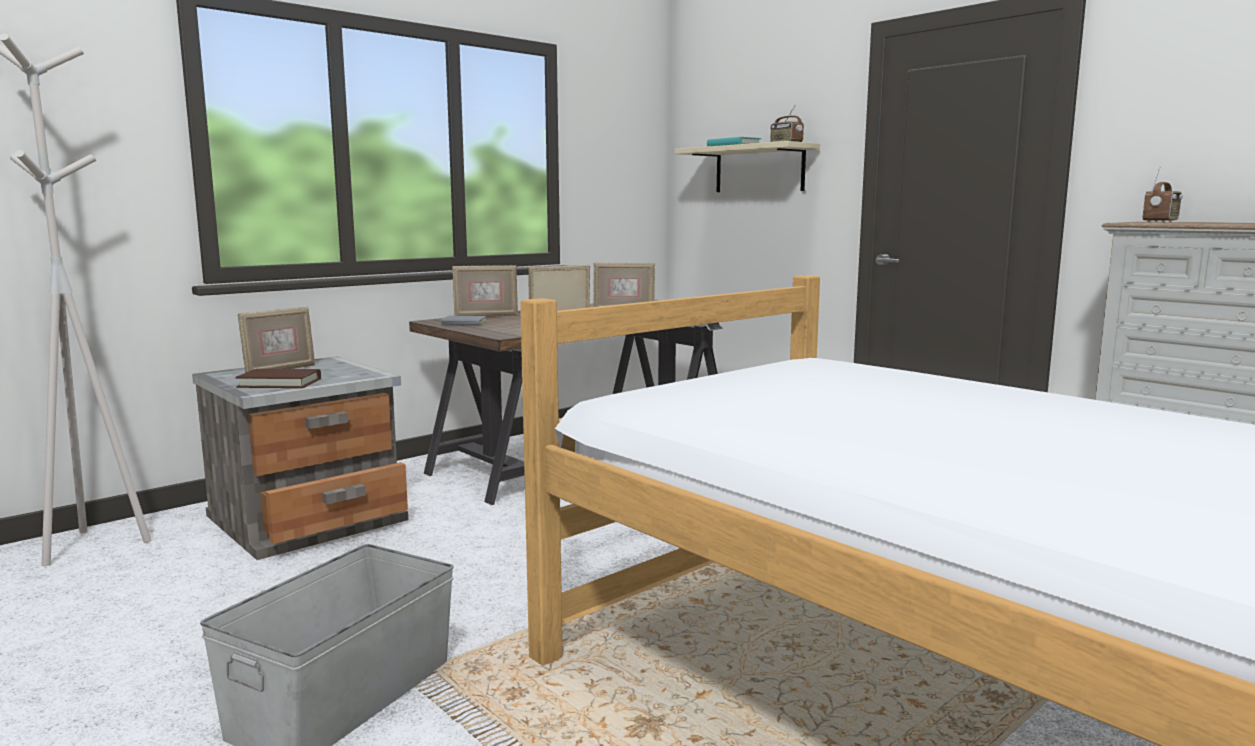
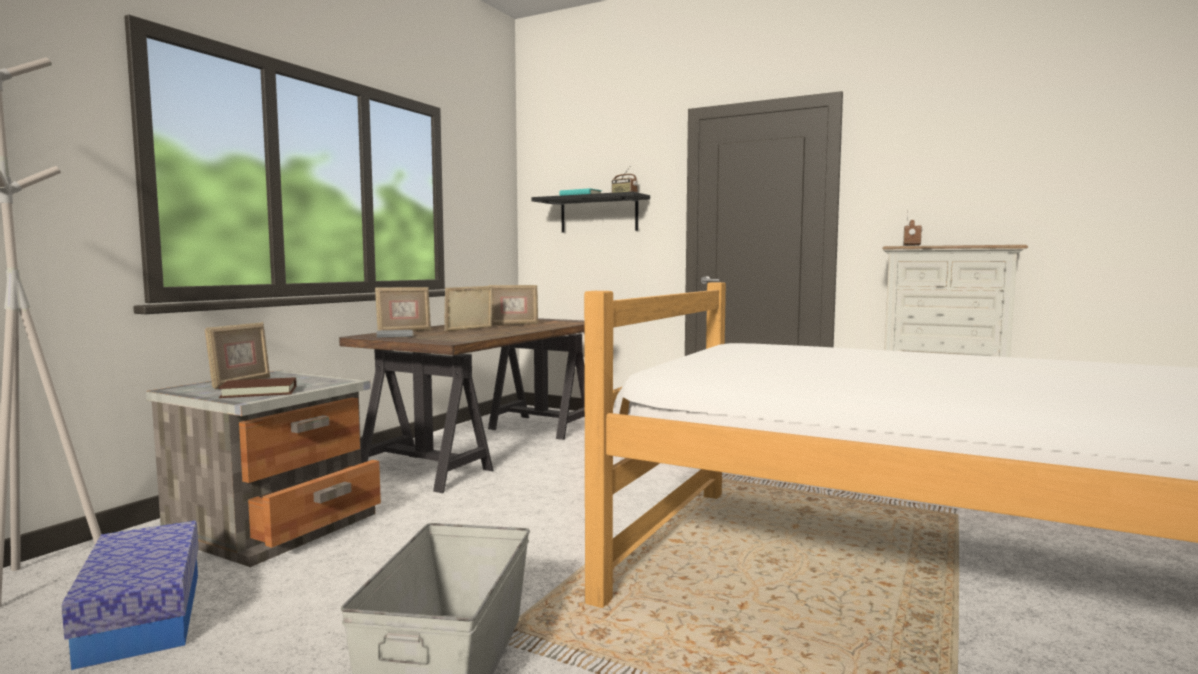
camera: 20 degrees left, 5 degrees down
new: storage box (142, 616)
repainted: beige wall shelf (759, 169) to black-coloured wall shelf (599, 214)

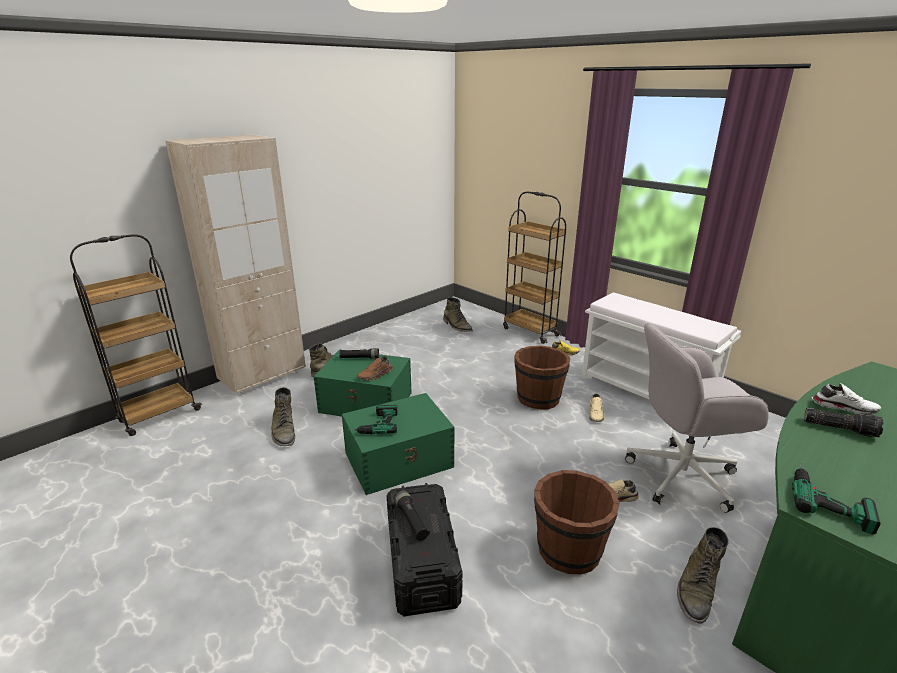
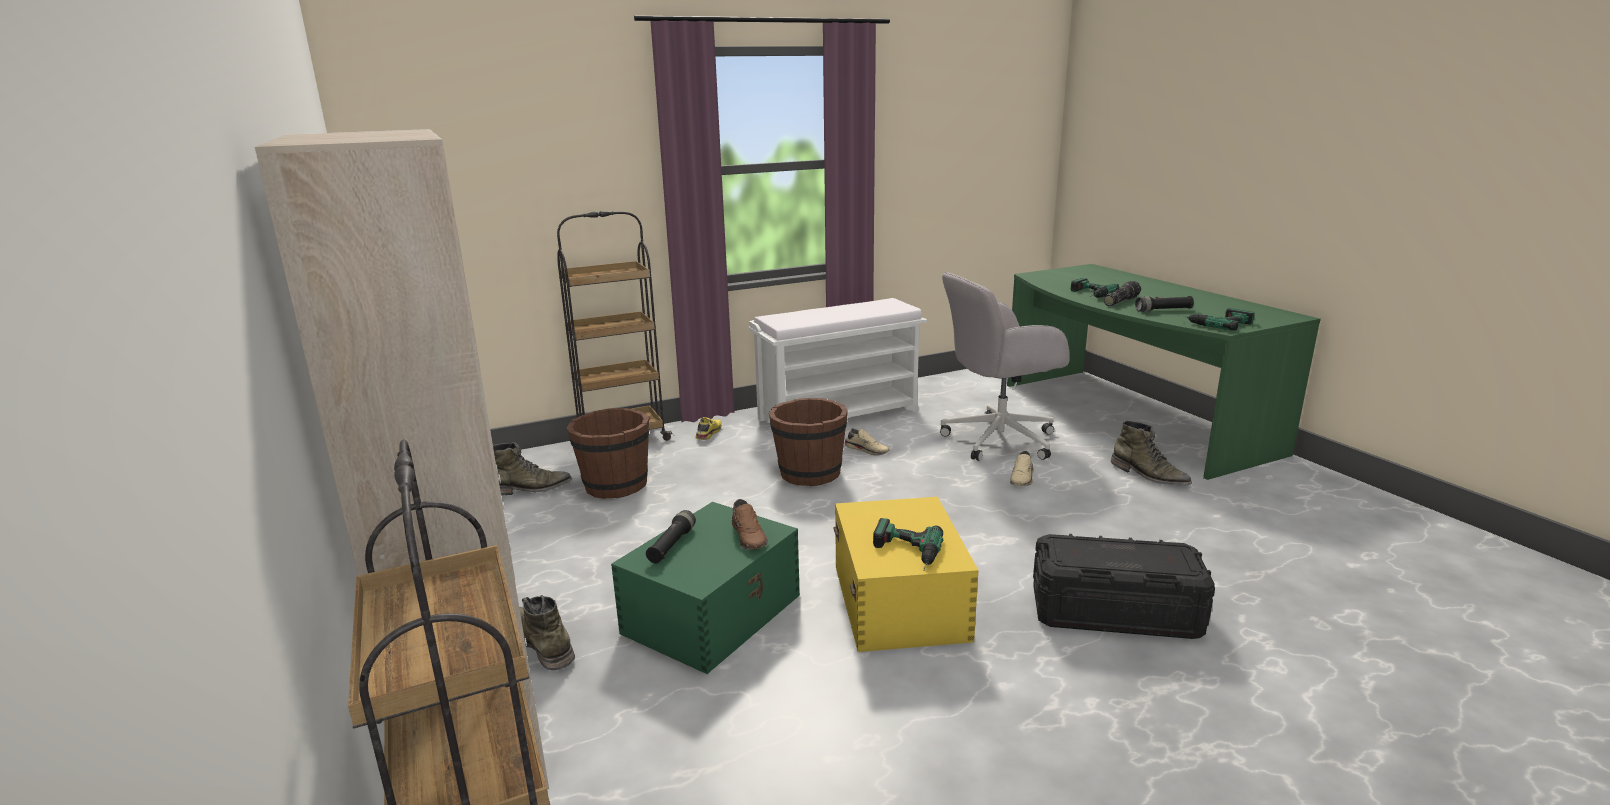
camera: 70 degrees left, 5 degrees down
gone: greenish boot (284, 431)
shifted: brown bucket (569, 549) to (615, 485); black-coloured hand torch (411, 520) to (1163, 310)
swapped: whitish item of footwear (843, 407) to drill (1088, 294)
repainted: greenish storage box (400, 460) to yellow storage box (900, 601)
rotated: grey desk chair (680, 476) = (998, 440) 60 degrees clockwise

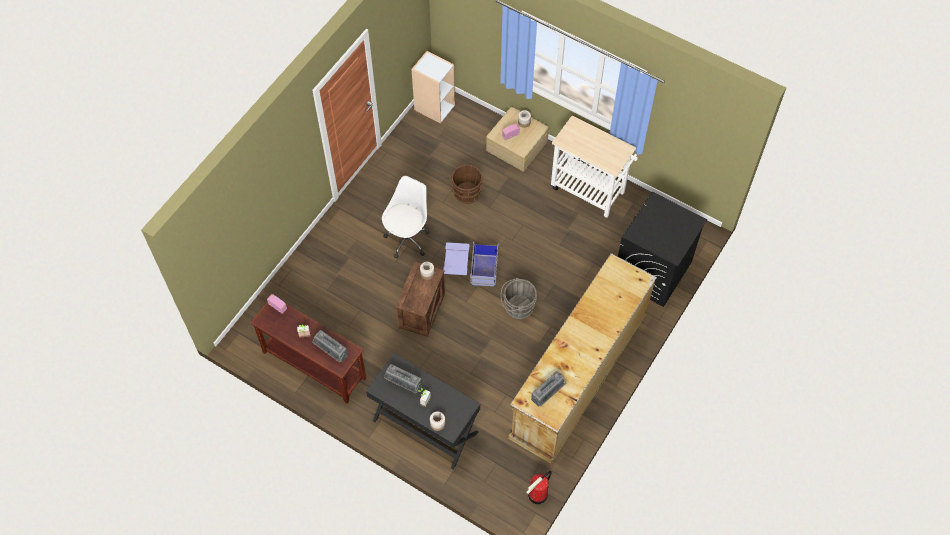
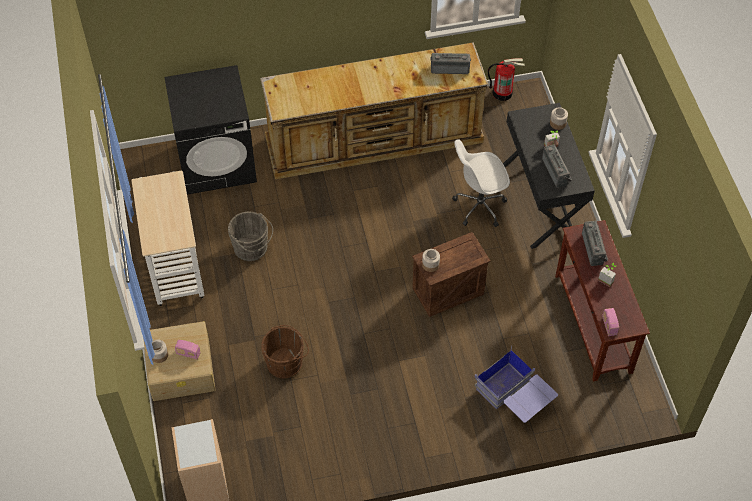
camera: 135 degrees left, 5 degrees down
shifted: grey bucket (517, 307) to (252, 249); whitish desk chair (407, 239) to (478, 207); blue storage box (470, 270) to (514, 398)

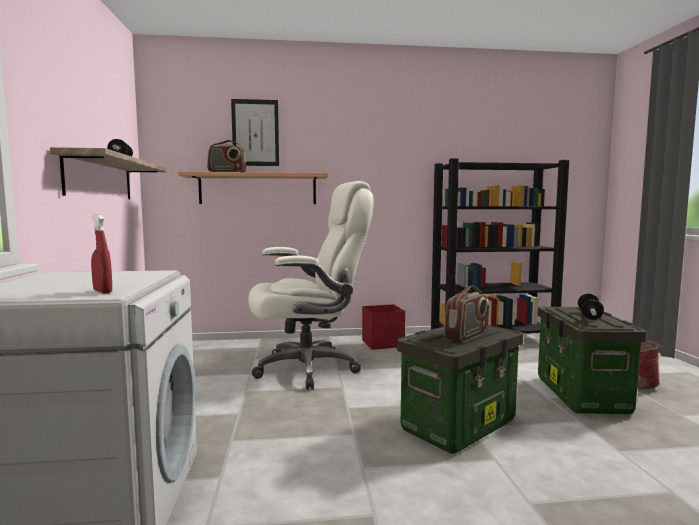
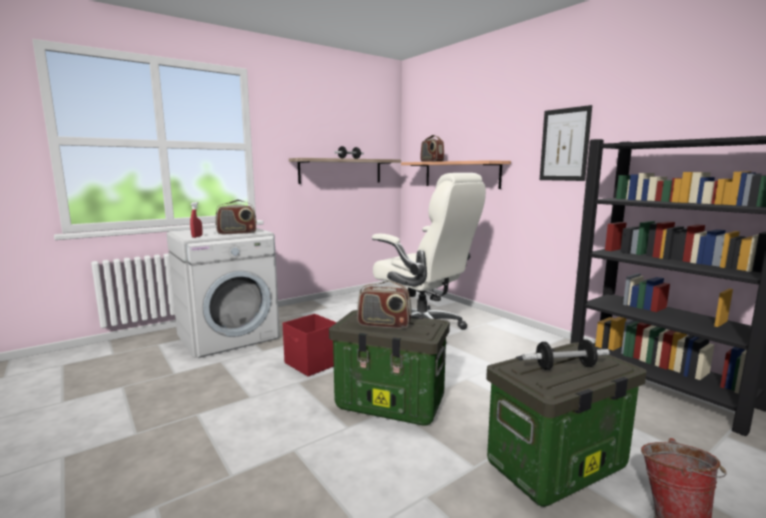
camera: 60 degrees right, 5 degrees up
new: radio set (237, 233)
shifted: red-coloured storage box (383, 343) to (312, 364); wall picture (255, 133) to (564, 144)

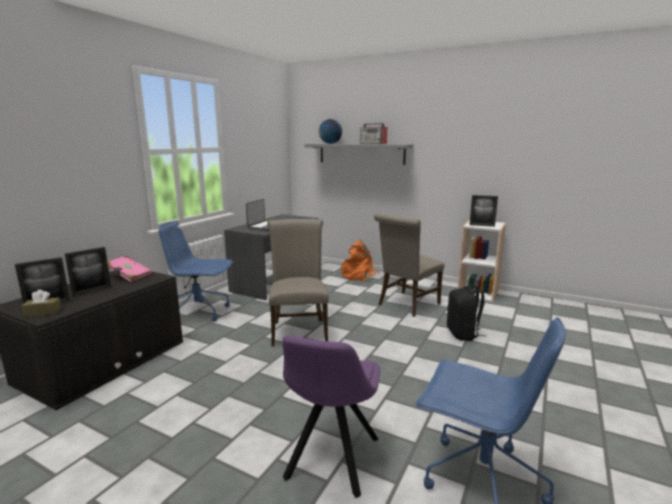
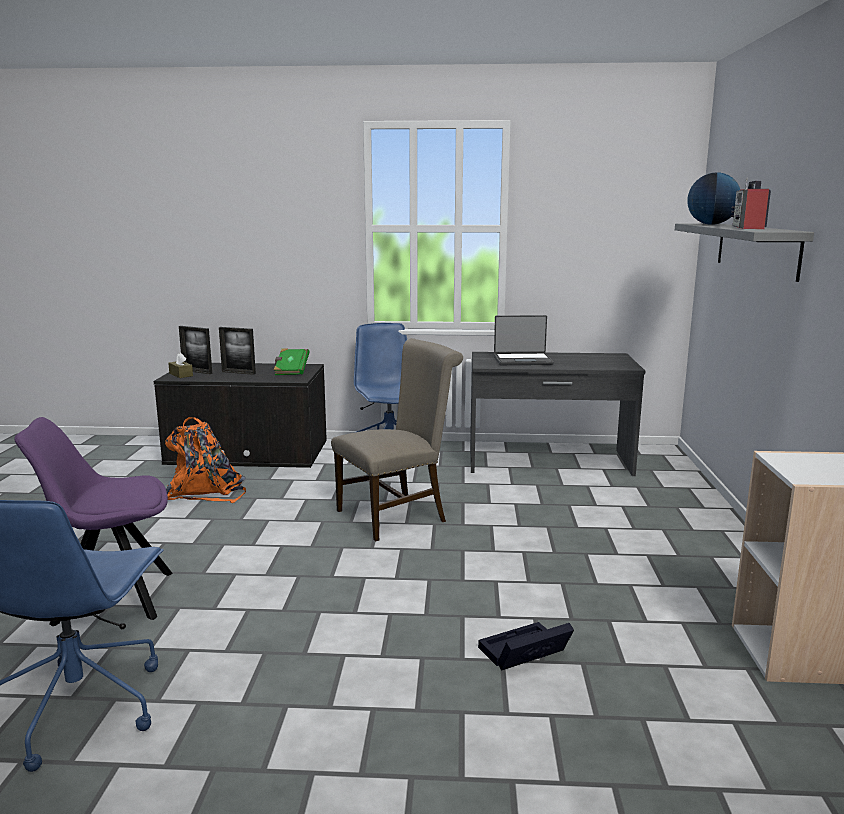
camera: 65 degrees right, 0 degrees up
gone: beige plain chair (406, 305); picture frame (482, 225)
shifted: orange-coloured backpack (359, 275) to (206, 492)
swapped: black-coloured backpack (463, 334) to black-coloured storage box (523, 653)
repainted: pink volume (128, 276) to greenish volume (291, 371)

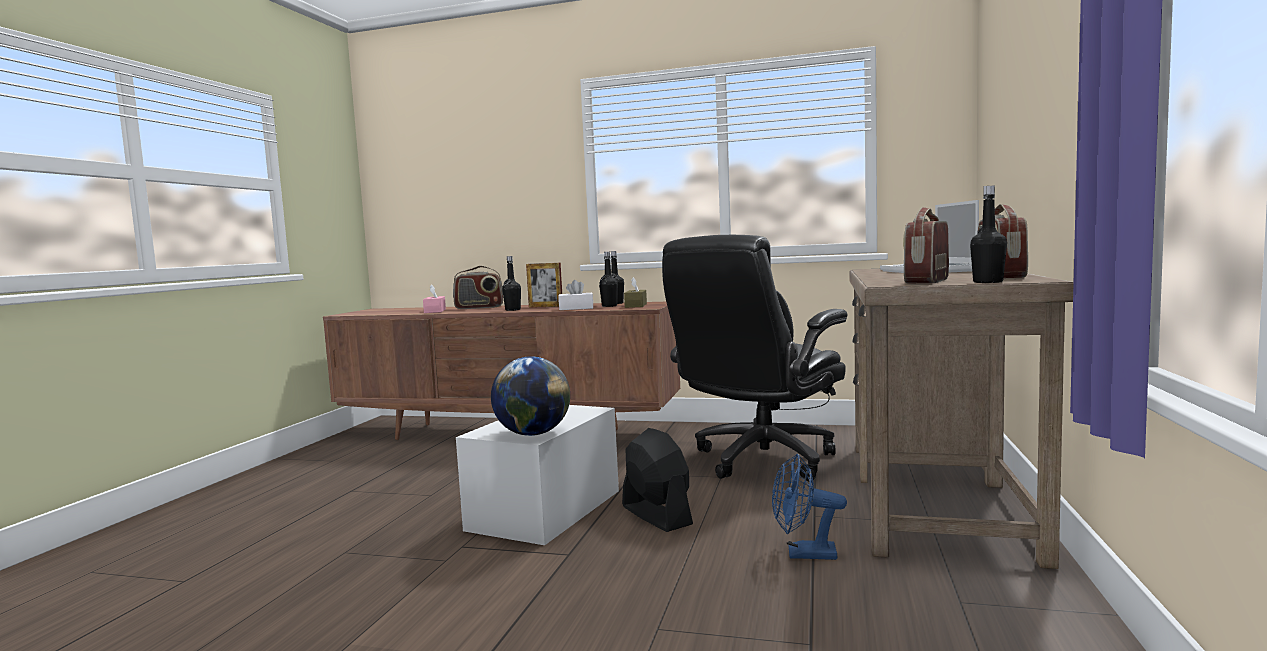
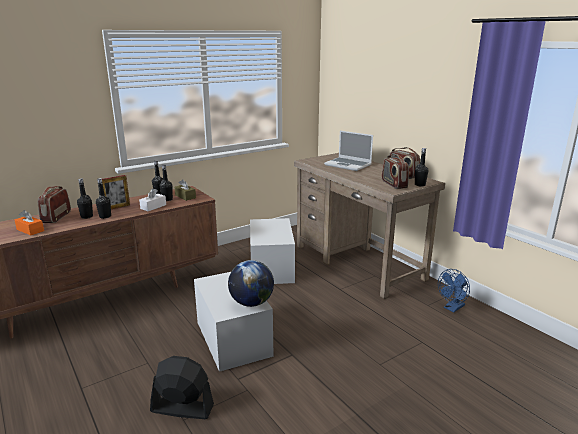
camera: 50 degrees left, 15 degrees up
new: black-coloured drink bottle (87, 216)
shifted: black-coloured electric fan (656, 515) to (182, 408); blue electric fan (803, 554) to (452, 308)
swapped: black-coloured desk chair (758, 461) to whitish storage box (271, 268)
repainted: pink box of tissues (435, 311) to orange-coloured box of tissues (30, 230)
rotated: radio set (479, 307) = (56, 217) 150 degrees clockwise

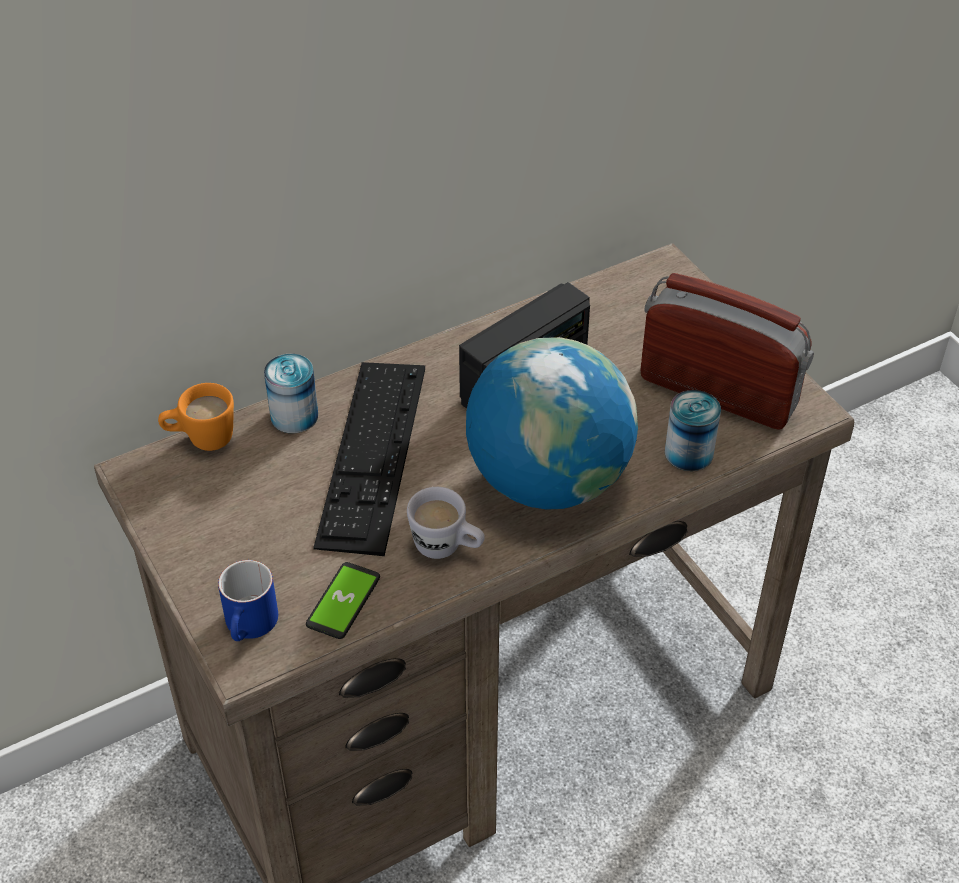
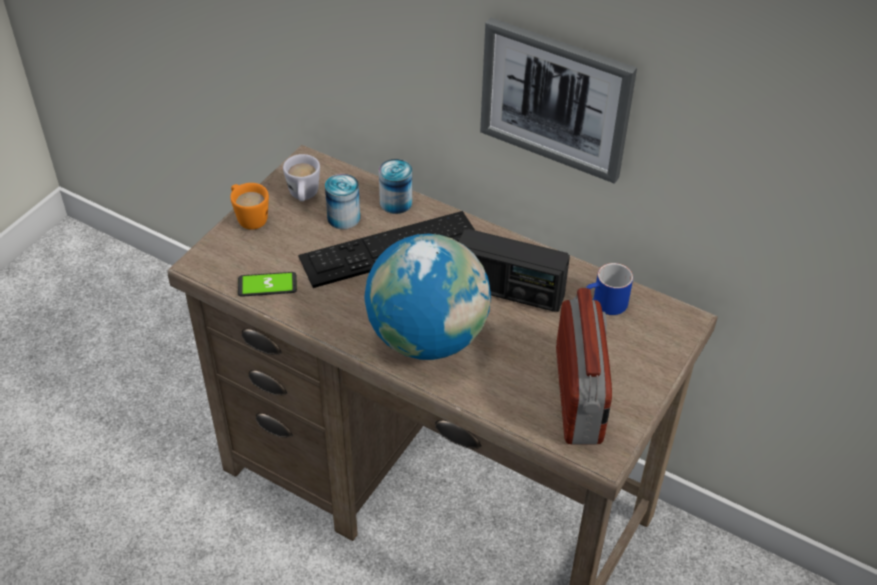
camera: 60 degrees right, 0 degrees up
new: wall picture (556, 99)
shifted: orange-coloured coffee mug (201, 439) to (249, 217); whitish coffee mug (447, 548) to (303, 197); sealed can (689, 453) to (343, 217); blue coffee mug (251, 627) to (604, 305)

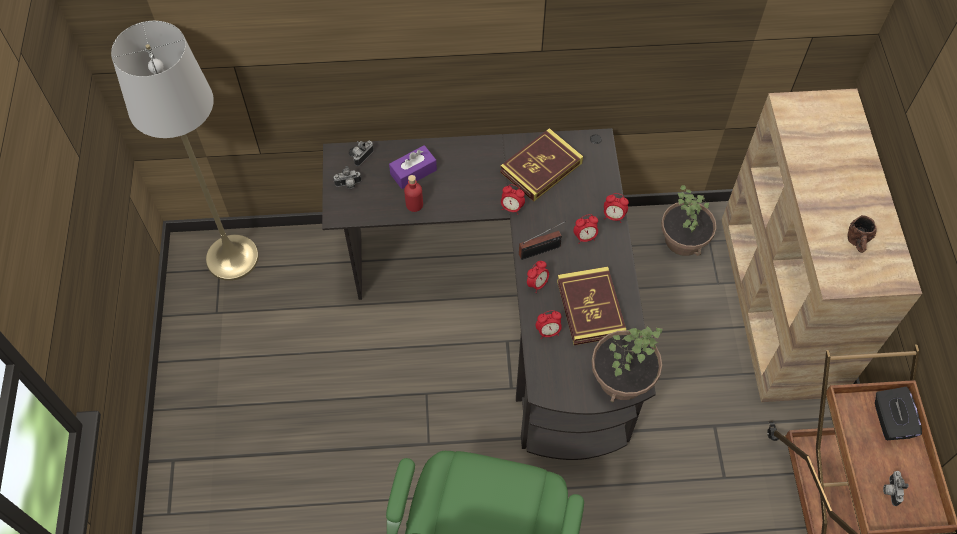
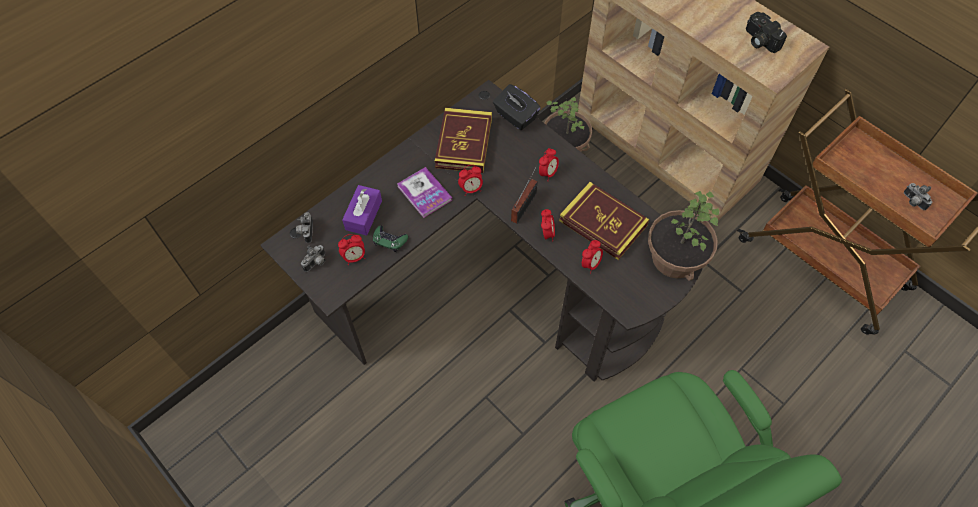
camera: 40 degrees left, 0 degrees up
gone: grey floor lamp (232, 257)
new: volume (424, 193)
shifted: alarm clock (613, 216) to (354, 257); black-coloured box of tissues (890, 421) to (515, 116)
swapped: red-coloured drink bottle (414, 204) to greenish game controller (389, 240); brown coffee mug (857, 244) to still camera (759, 40)

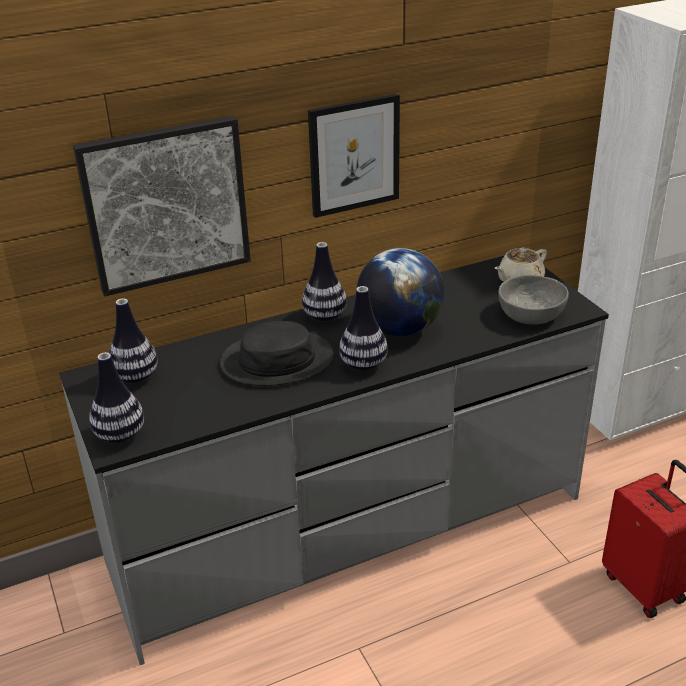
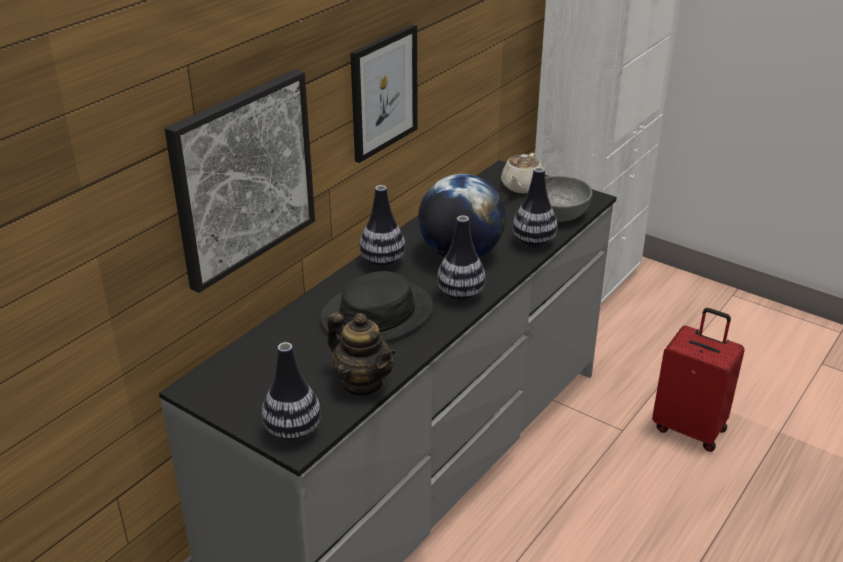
camera: 30 degrees left, 0 degrees up
new: teapot (363, 383)
shifted: flower vase (135, 378) to (533, 242)

